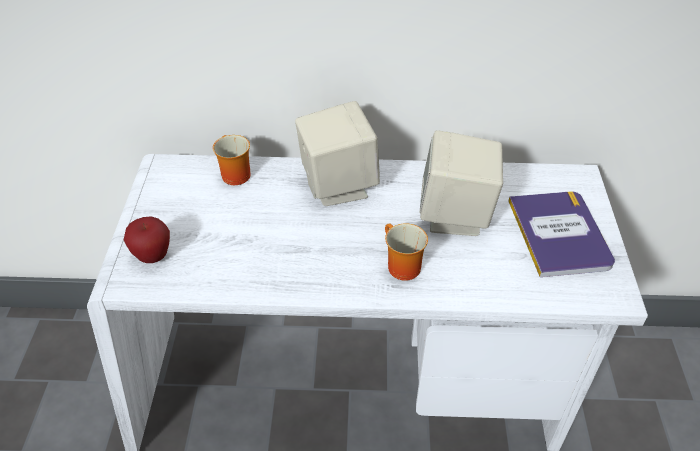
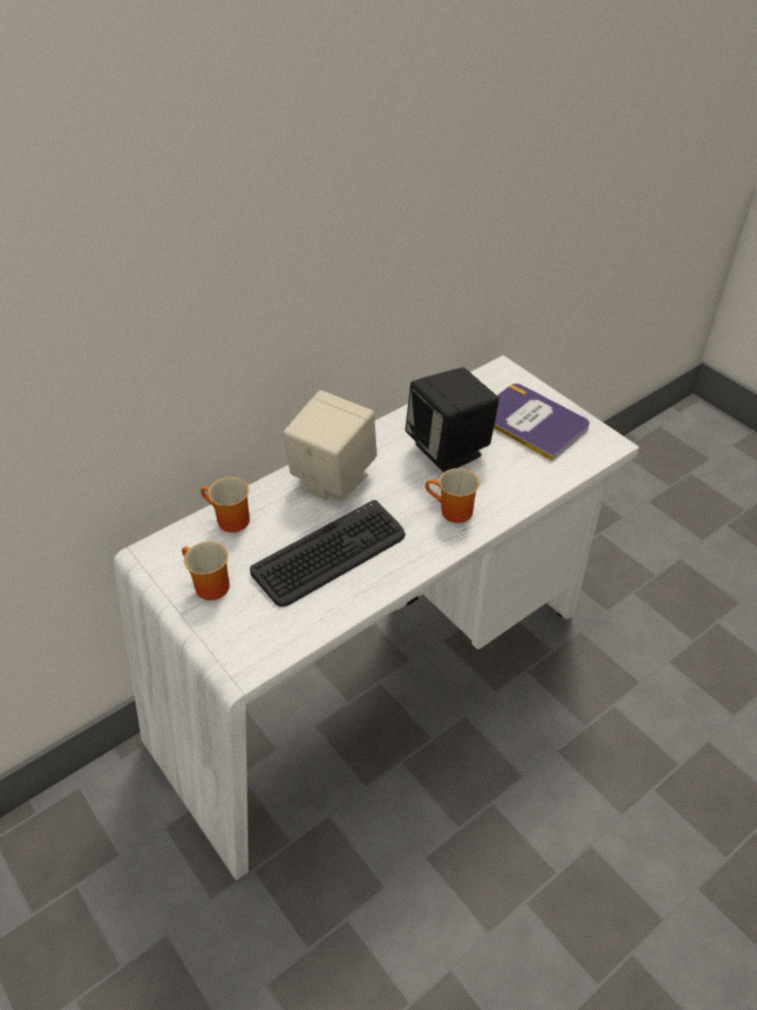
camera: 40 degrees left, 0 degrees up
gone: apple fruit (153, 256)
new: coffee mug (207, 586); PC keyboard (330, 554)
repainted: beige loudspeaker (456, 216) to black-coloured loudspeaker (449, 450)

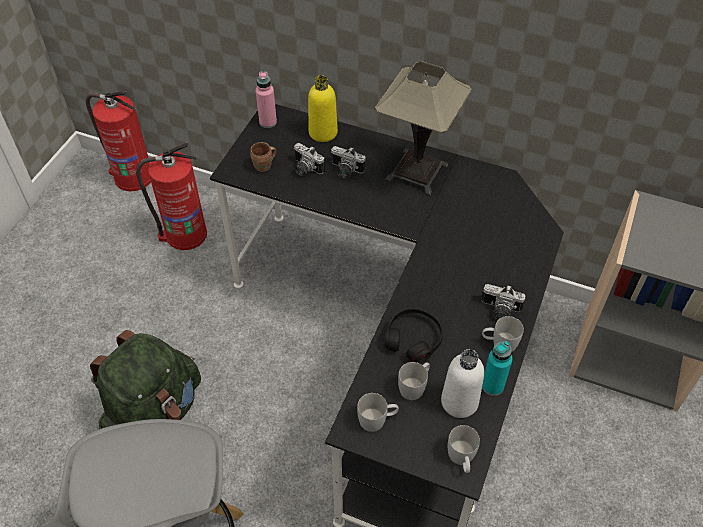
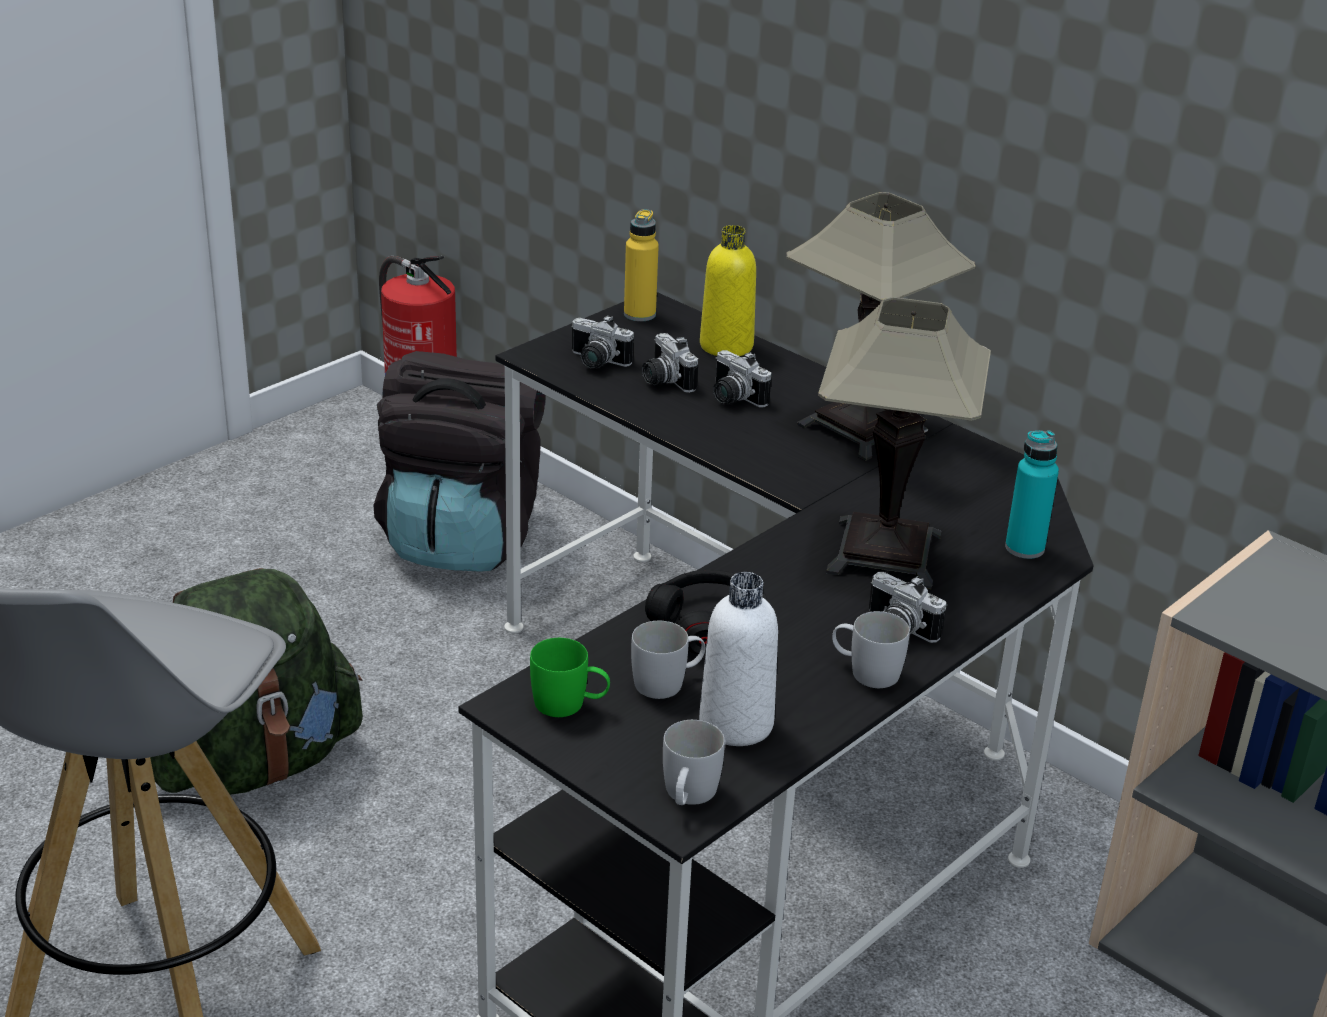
camera: 20 degrees right, 20 degrees down
new: table lamp (885, 553)
shifted: turquoise-coloured drink bottle (492, 386) to (1024, 548)
swapped: extinguisher (185, 234) to black-coloured backpack (462, 537); brown coffee mug (264, 166) to still camera (596, 362)
repainted: whitish coffee mug (377, 419) to greenish coffee mug (569, 705); pink drink bottle (268, 122) to yellow drink bottle (639, 314)

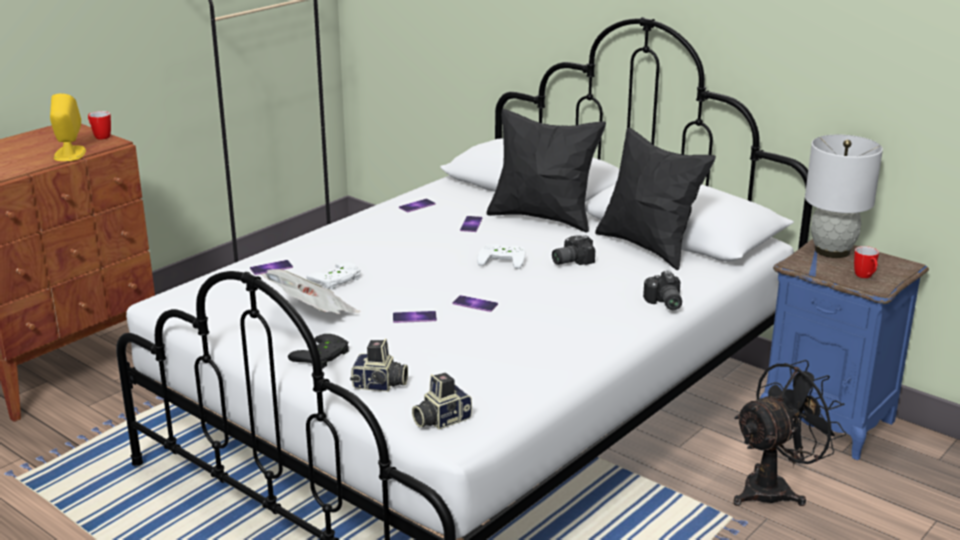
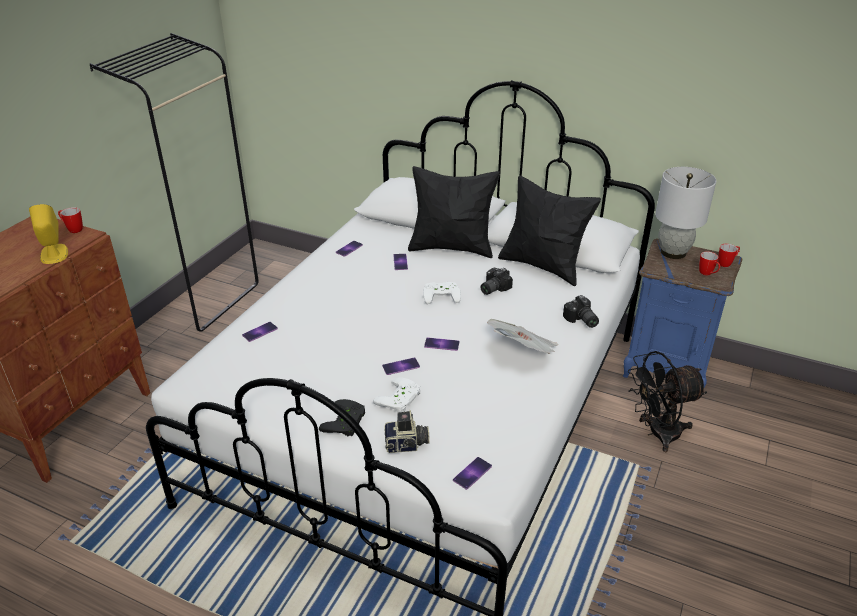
camera: 15 degrees left, 10 degrees up
new: coffee mug (727, 263)
shifted: whitish game controller (337, 280) to (400, 399); newspaper (313, 314) to (523, 351)
swapped: still camera (440, 419) to telephone (472, 473)
rotated: black-coloured electric fan (775, 488) = (656, 433) 150 degrees counterclockwise

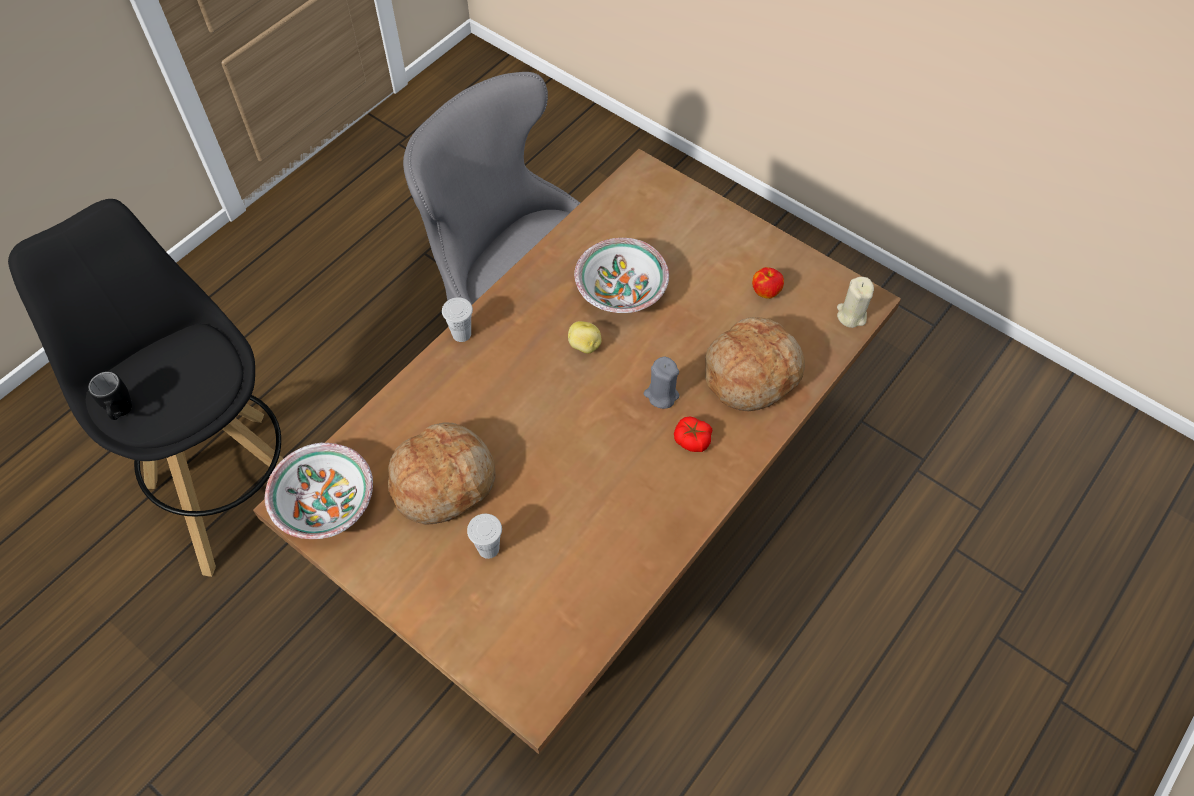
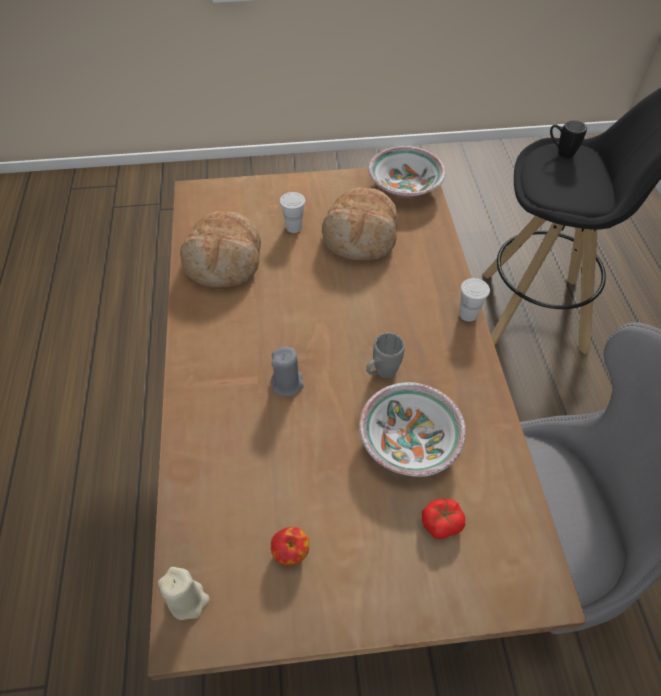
camera: 135 degrees right, 5 degrees down
shifted: bread (751, 372) to (224, 261); whole tomato (692, 440) to (441, 522)
swapped: potato (584, 346) to grey coffee mug (381, 374)

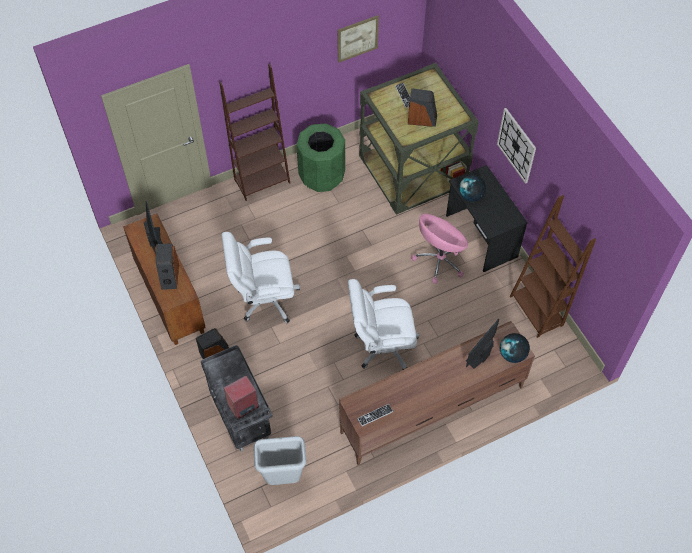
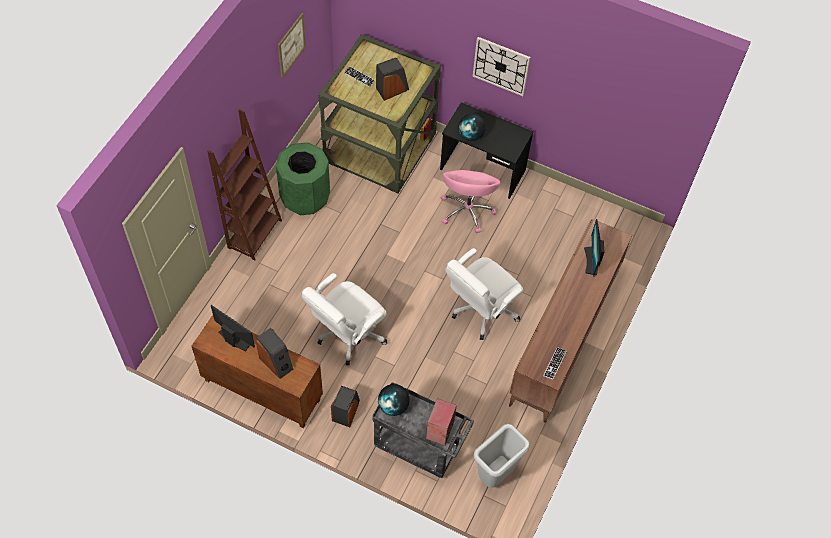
camera: 40 degrees left, 0 degrees up
gone: brown bookcase (536, 310)
shifted: desk globe (512, 354) to (393, 406)

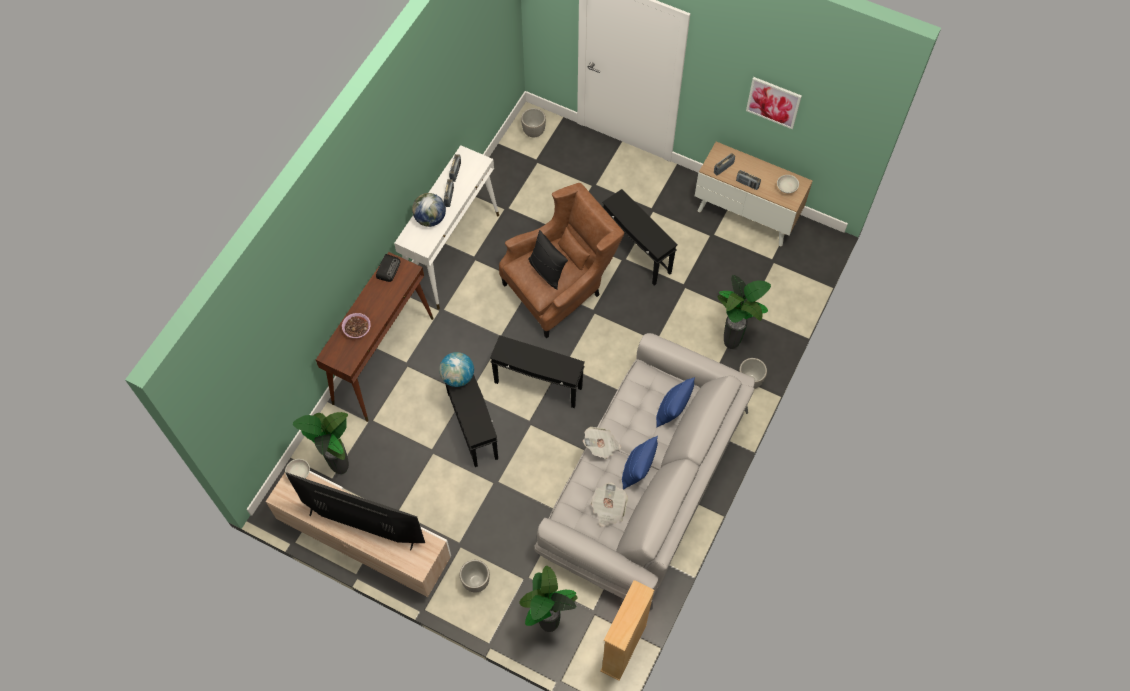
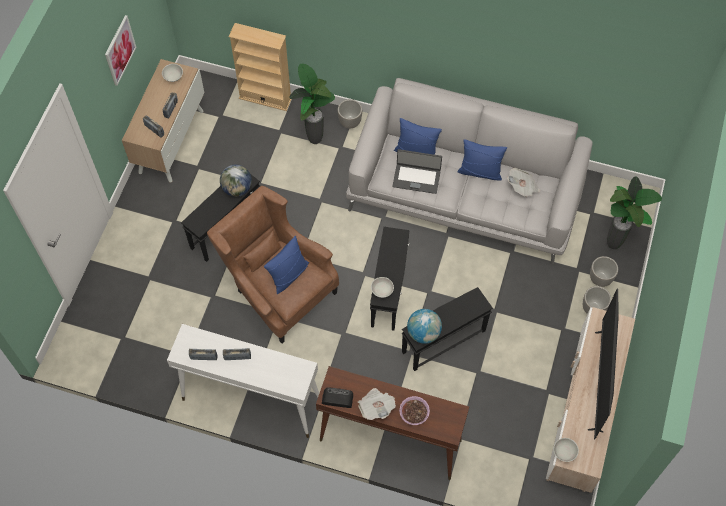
camera: 100 degrees left, 0 degrees up
gone: plant in a pot (340, 468)
new: whitish serving bowl (381, 291); portable computer (416, 178)
shifted: desk globe (430, 219) to (237, 189); beige bookcase (623, 648) to (265, 98); newspaper (601, 446) to (376, 407); flower pot (533, 132) to (600, 279)
repainted: black-coloured throw pillow (547, 271) to blue throw pillow (288, 275)

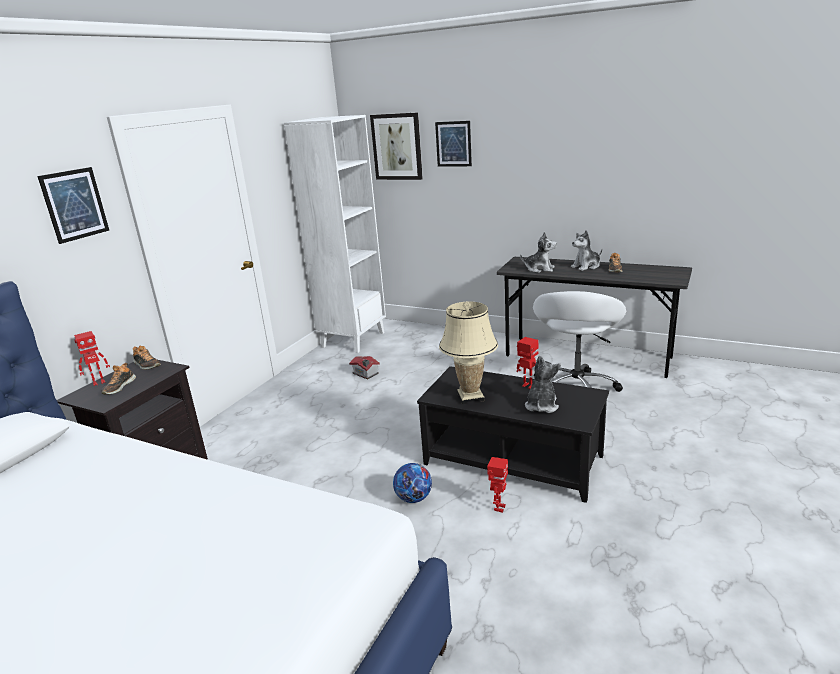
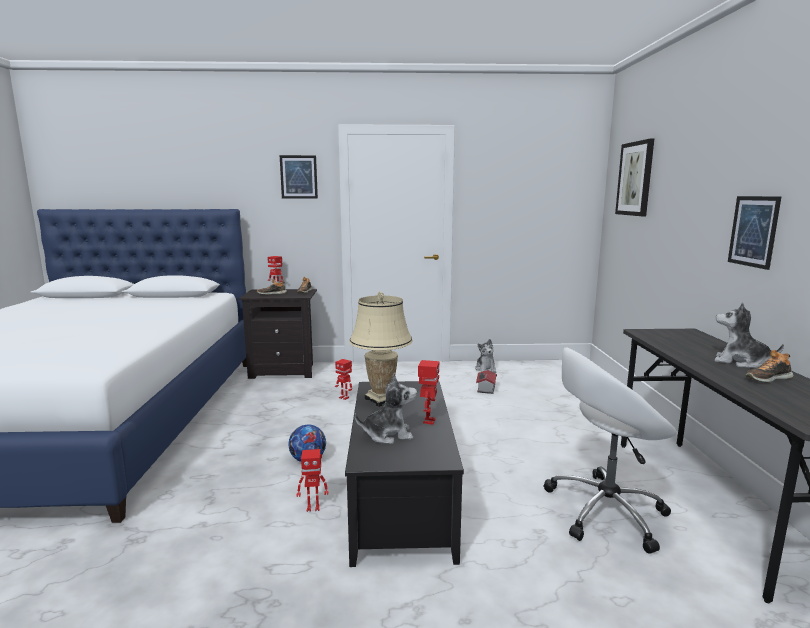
camera: 60 degrees right, 10 degrees down
gone: whitish bookcase (353, 339)
new: robot figure (344, 398)
shifted: cuddly toy (539, 269) to (485, 369); wall picture (453, 144) to (753, 231)

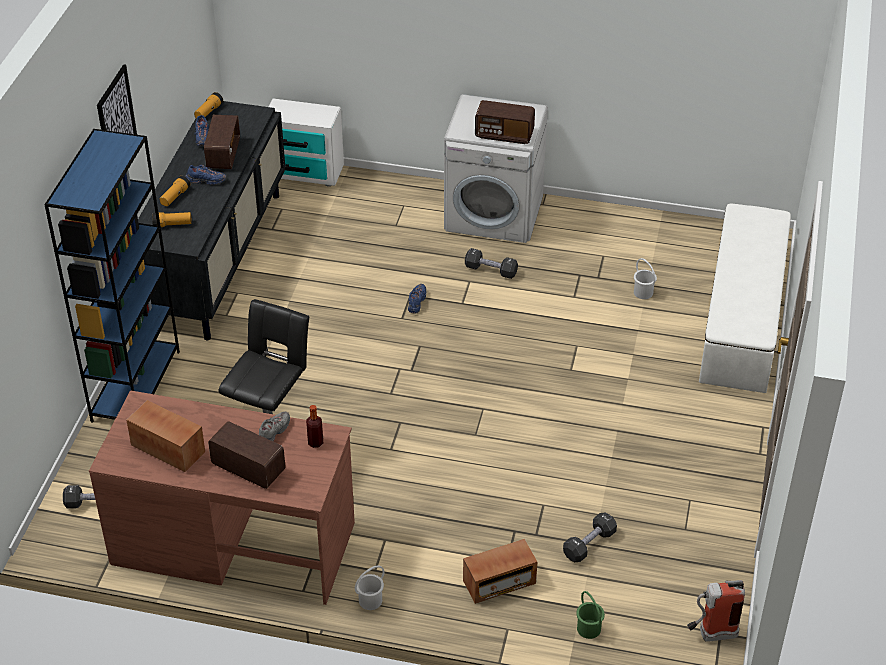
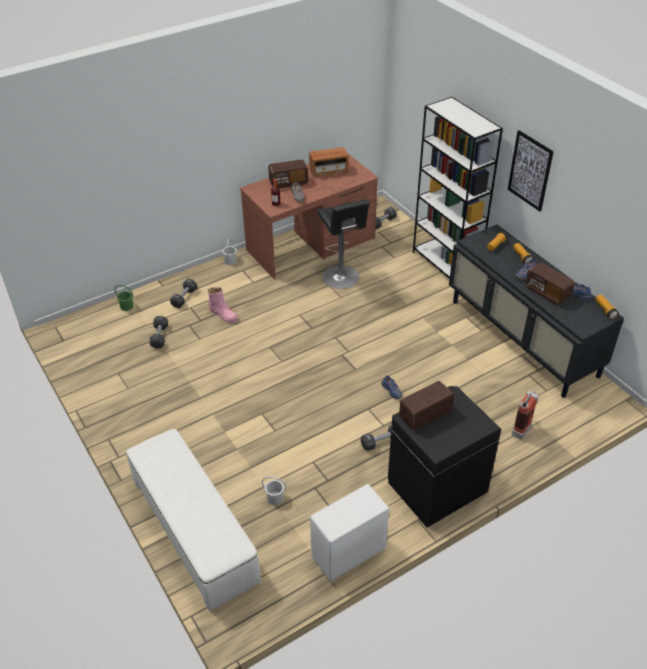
camera: 135 degrees right, 0 degrees up
new: pink boot (223, 314)
shifted: whitish nightstand (306, 176) to (347, 554); extinguisher (711, 635) to (523, 428)
swapped: radio set (499, 583) to black-coloured hand weight (184, 298)
repainted: whitish laundry machine (494, 215) to black-coloured laundry machine (434, 485); blue bookcase (135, 385) to whitish bookcase (446, 265)

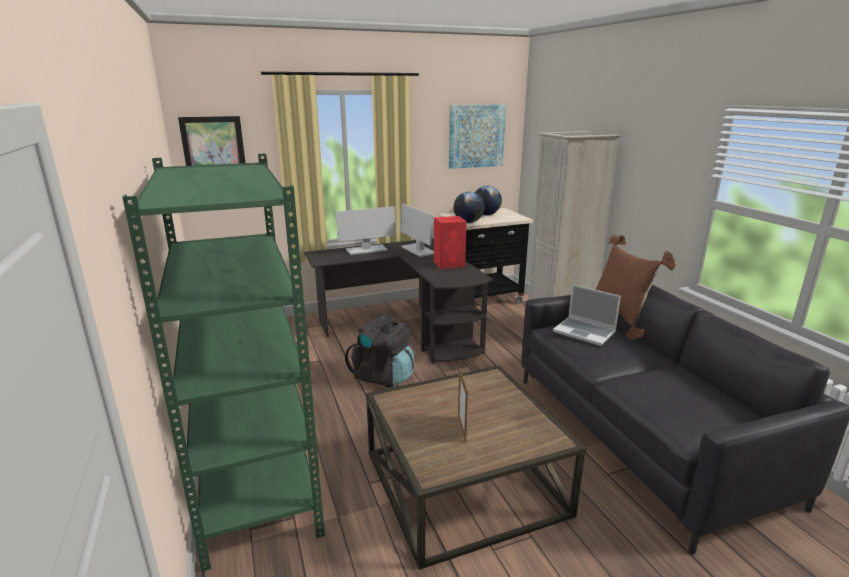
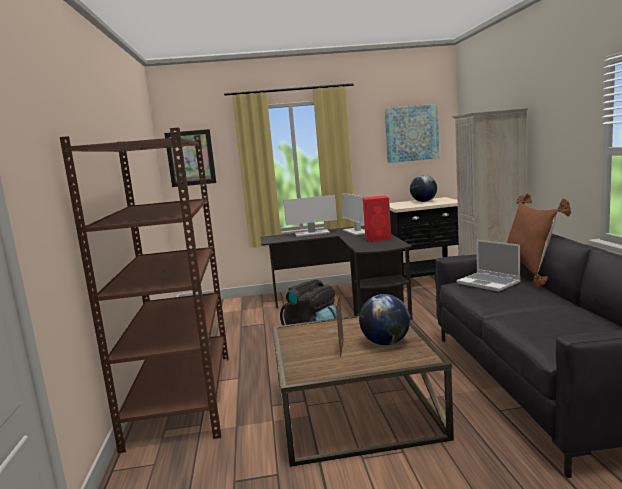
camera: 15 degrees right, 10 degrees down
shifted: desk globe (468, 222) to (385, 343)
repainted: greenish bookcase (256, 477) to brown bookcase (182, 397)

